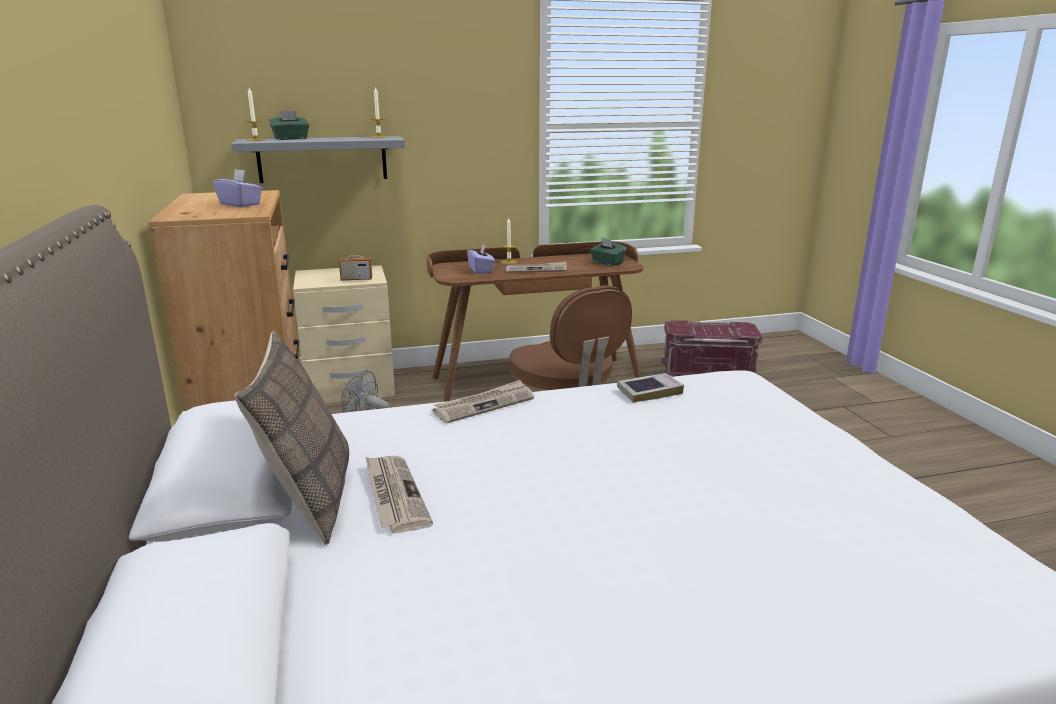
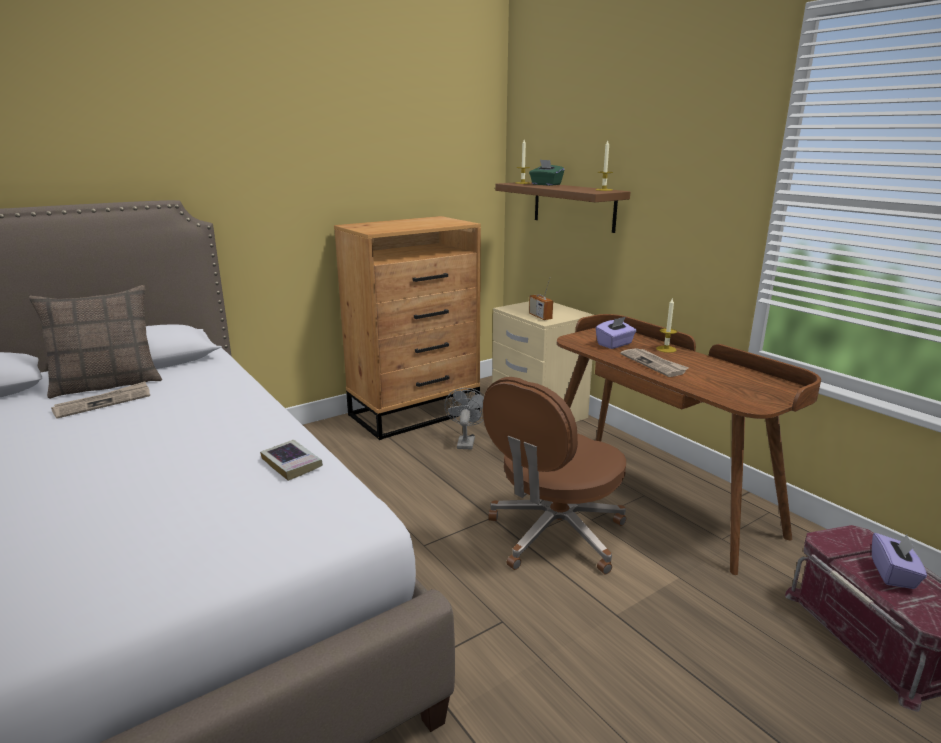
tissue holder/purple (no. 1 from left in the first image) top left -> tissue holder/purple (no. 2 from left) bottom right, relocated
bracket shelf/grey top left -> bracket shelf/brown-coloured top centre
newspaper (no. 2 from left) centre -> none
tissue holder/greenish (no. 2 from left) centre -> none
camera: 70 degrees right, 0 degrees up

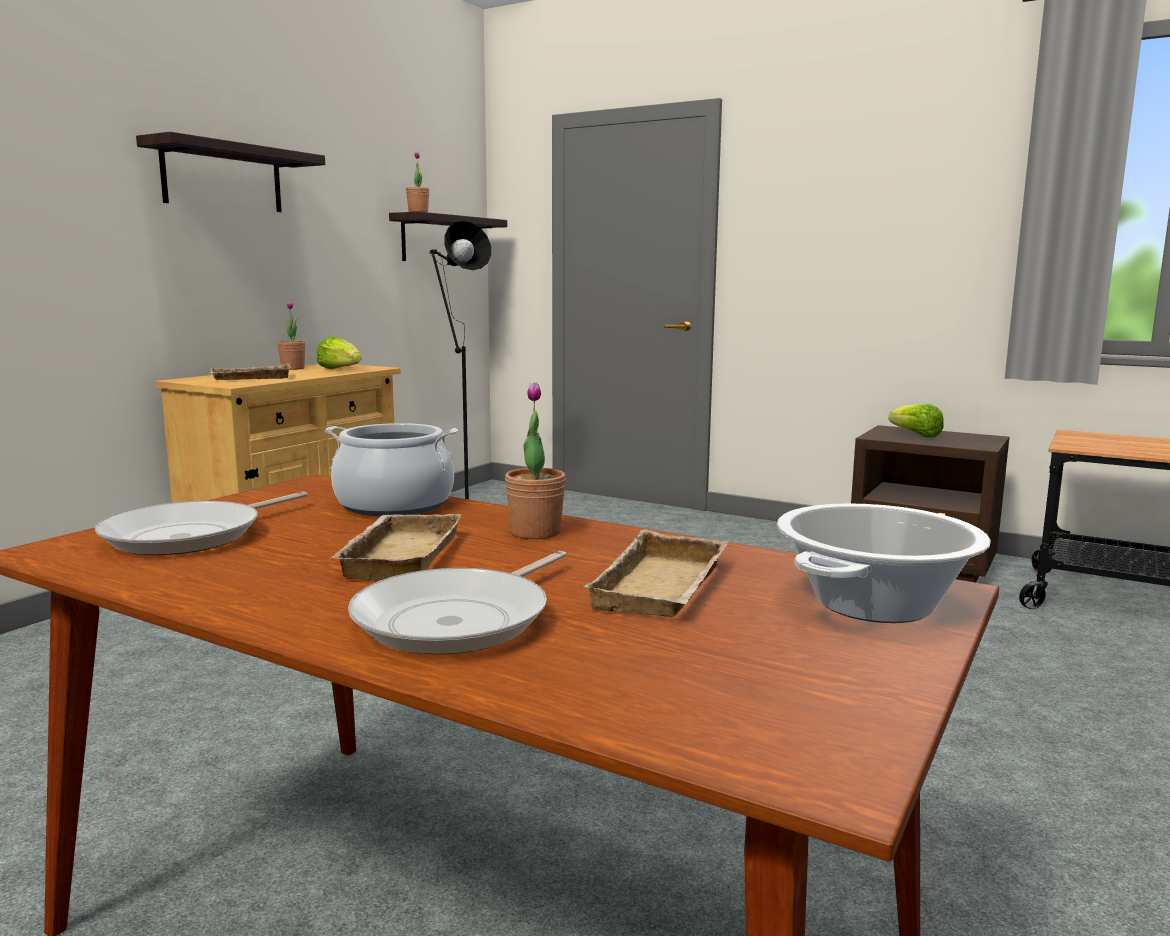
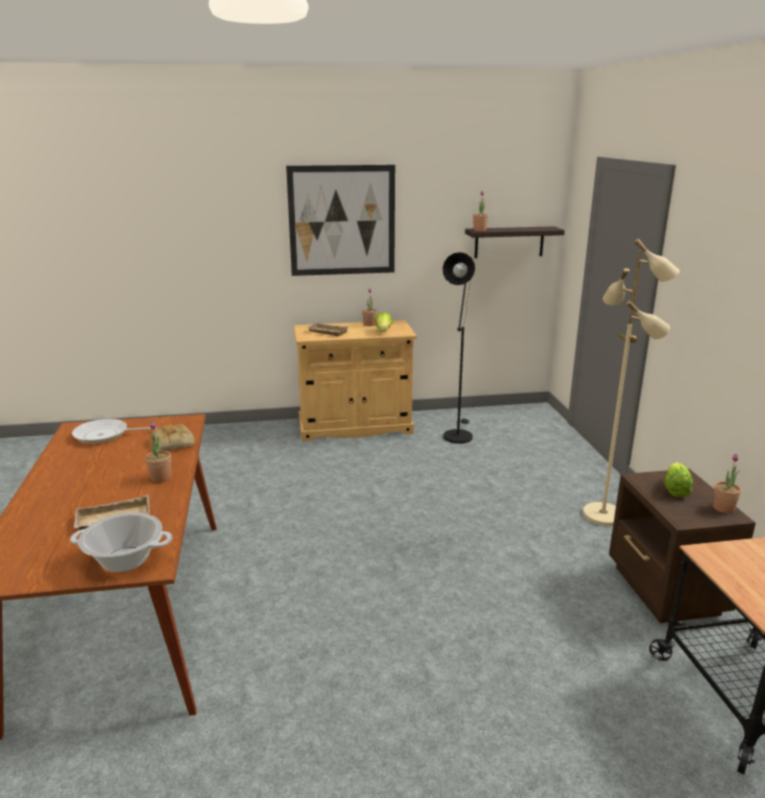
bracket shelf (no. 1 from left) top left -> wall picture top centre
cooking pot (no. 1 from left) centre -> baked bread middle left
serving tray/sand-coloured (no. 2 from left) centre -> none
skillet (no. 2 from left) centre -> none
none -> standing lamp/sand-coloured middle right
none -> potted plant (no. 4 from left) middle right
camera: 50 degrees right, 10 degrees up

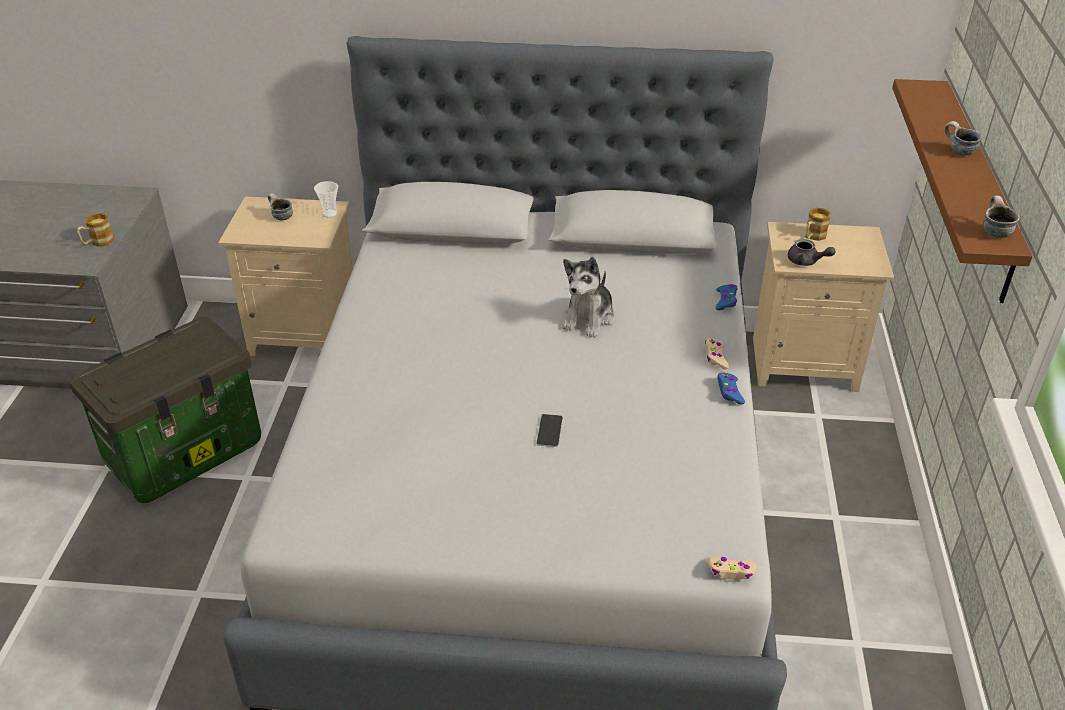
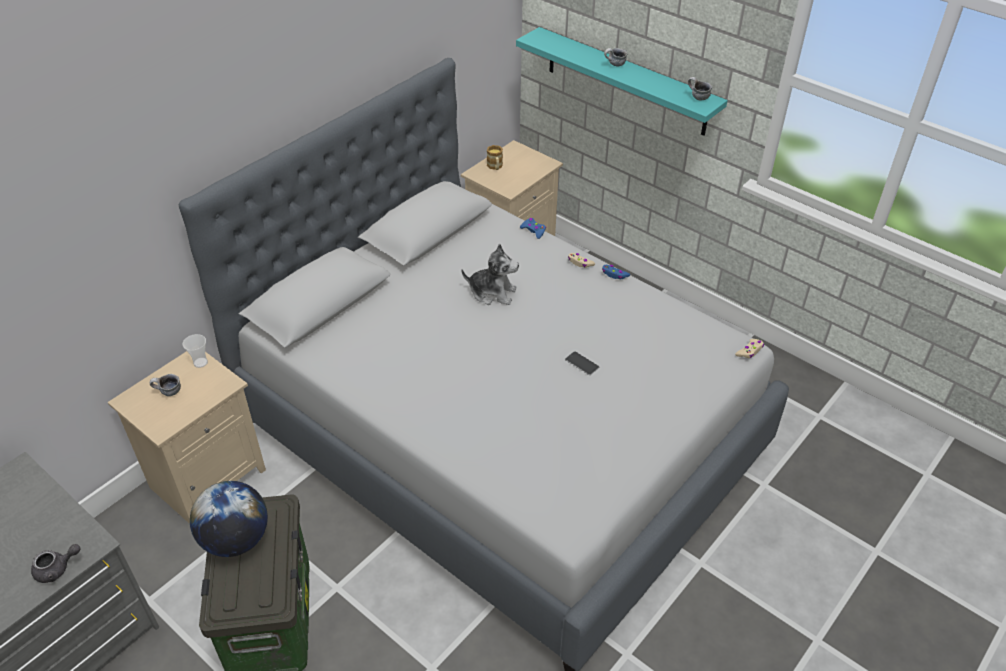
tea mug (no. 1 from left) top left -> none
plush toy centre, 45 degrees counterclockwise
pot for tea/grey middle right -> pot for tea/grey bottom left, relocated
bracket shelf/brown-coloured top right -> bracket shelf/blue-green top centre
none -> desk globe bottom left
camera: 55 degrees left, 5 degrees up

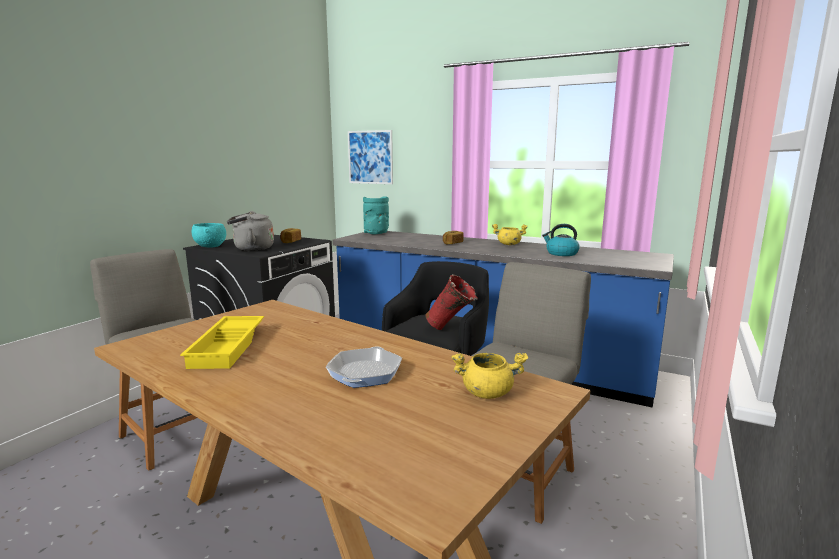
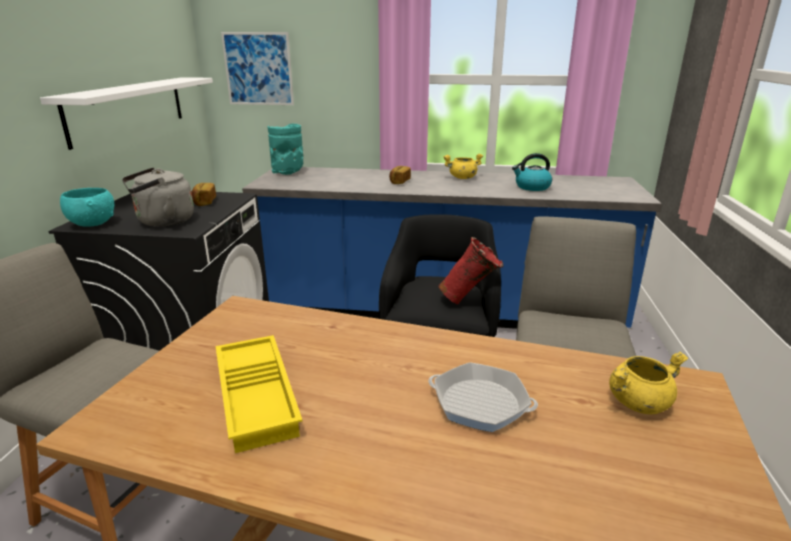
skillet centre -> skillet bottom centre, 60 degrees counterclockwise
none -> bracket shelf/white top left
camera: 20 degrees left, 10 degrees up

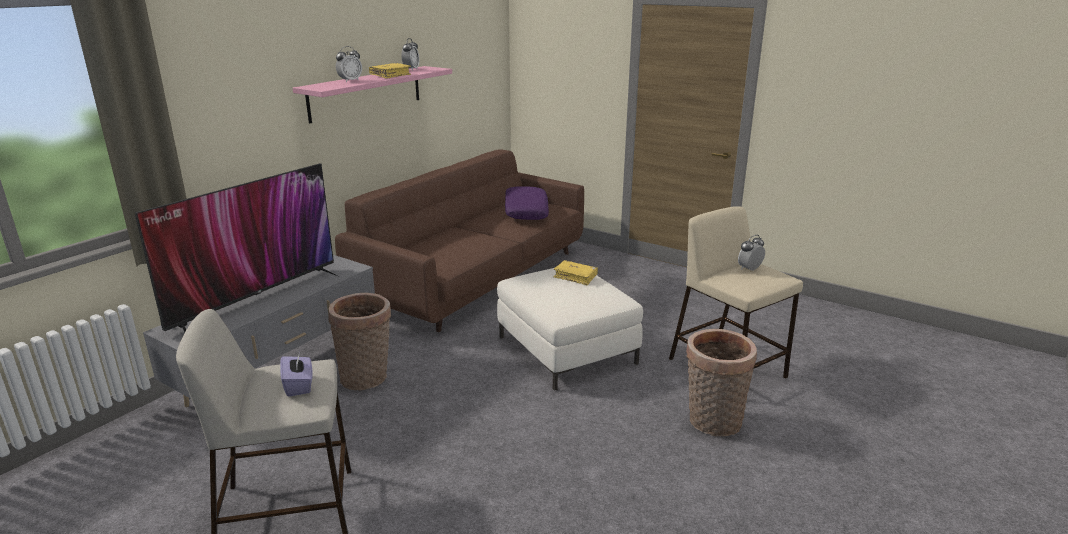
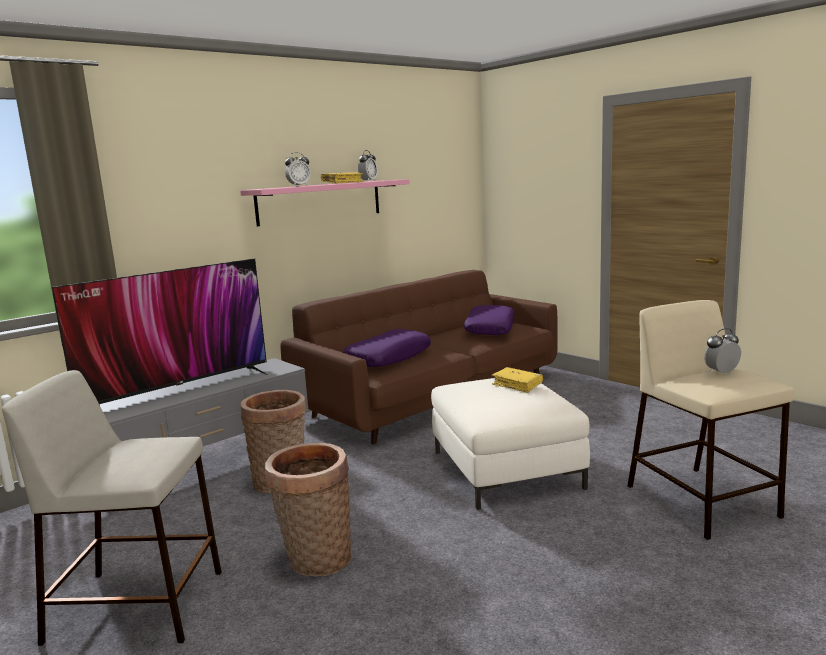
tissue holder/purple bottom left -> none
household basket (no. 2 from left) bottom right -> household basket (no. 2 from left) bottom centre, relocated
none -> pillow/purple (no. 1 from left) centre
camera: 15 degrees right, 10 degrees down

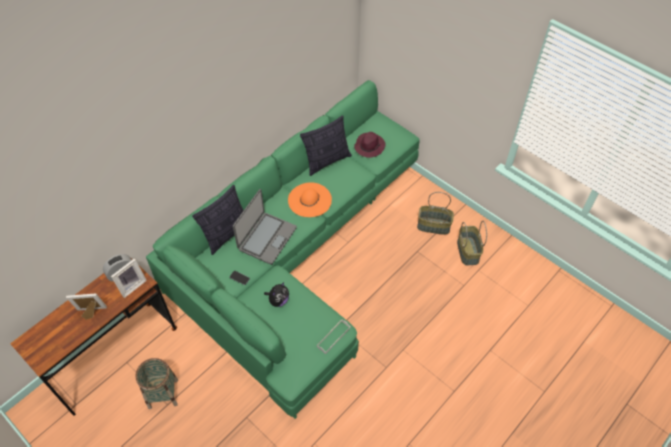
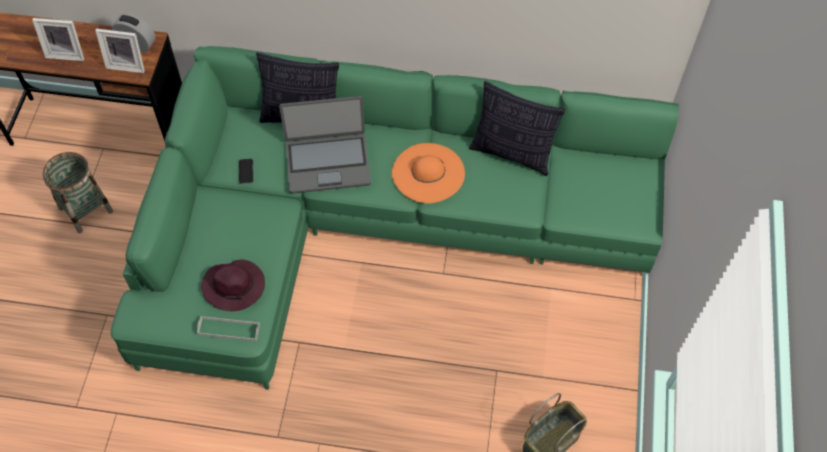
standing frame (no. 1 from left) bottom left -> standing frame (no. 1 from left) top left, 135 degrees clockwise
plush toy centre -> none
hat/purple top centre -> hat/purple middle left, relocated
household basket (no. 2 from left) centre -> none
camera: 55 degrees right, 5 degrees up

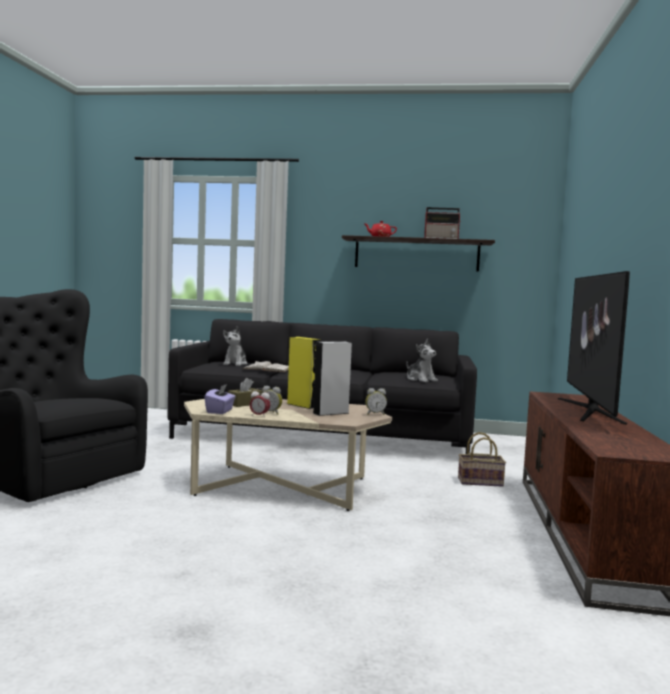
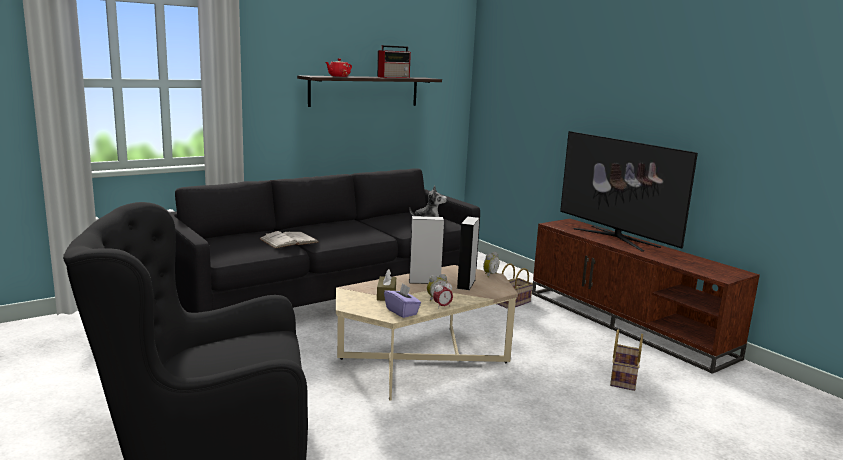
plush toy (no. 1 from left) centre -> none
speaker/yellow centre -> speaker/grey (no. 1 from left) centre
none -> household basket (no. 2 from left) bottom right
camera: 45 degrees left, 10 degrees up

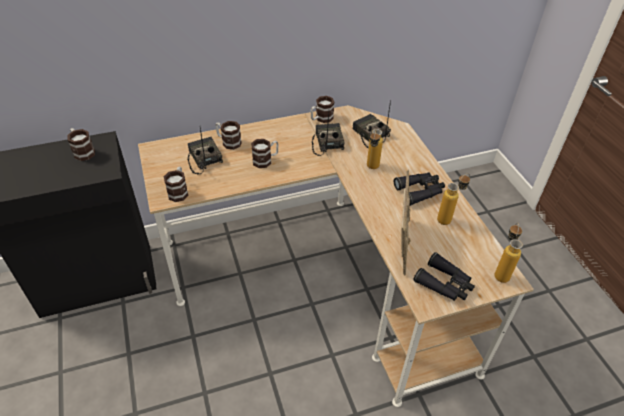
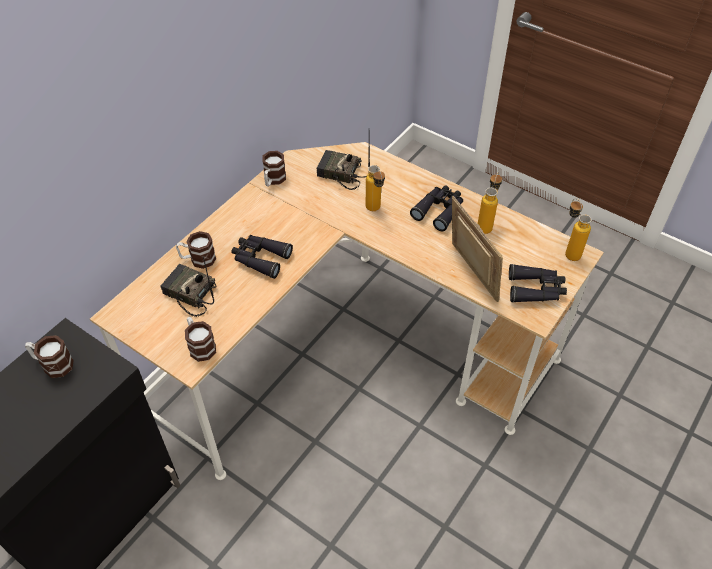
tea mug (no. 4 from left) centre -> pair of binoculars/black (no. 1 from left) centre
radio set (no. 2 from left) top centre -> none
camera: 35 degrees left, 5 degrees up

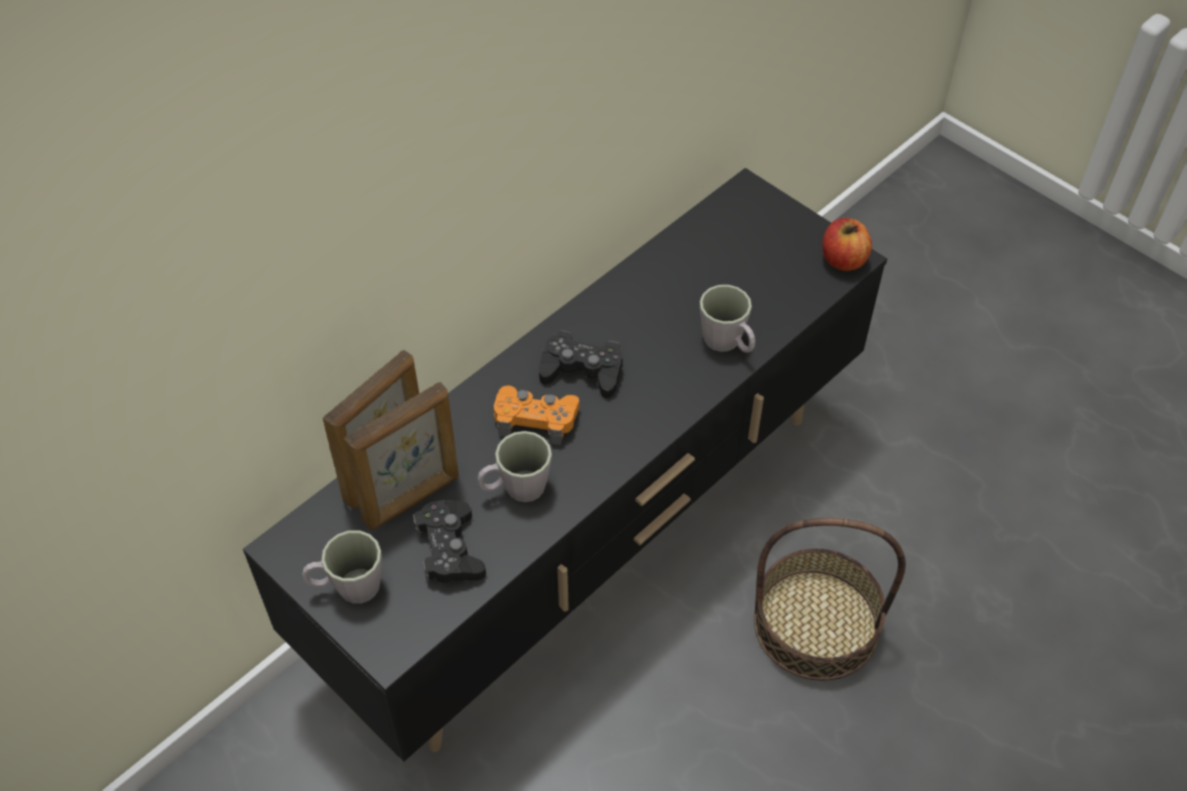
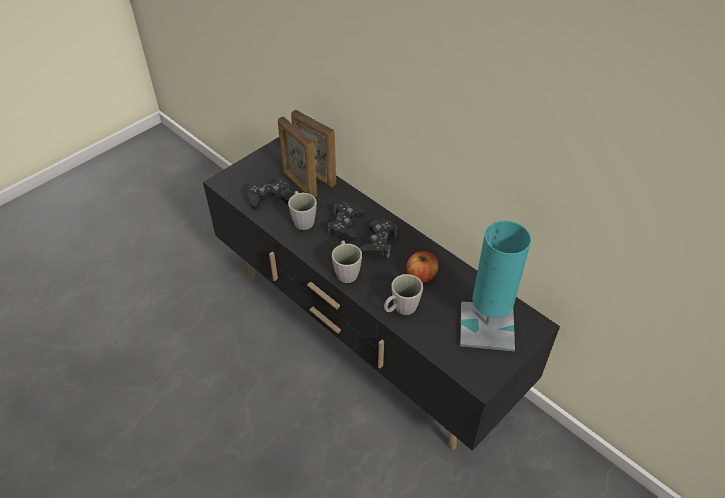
tea mug/grey (no. 1 from left in the first image) bottom left -> tea mug/grey (no. 2 from left) centre, relocated
gamepad/orange centre -> gamepad/black (no. 2 from left) centre
household basket bottom right -> none
whole apple top right -> whole apple centre, relocated
none -> table lamp/blue-green middle right
camera: 90 degrees right, 5 degrees down

